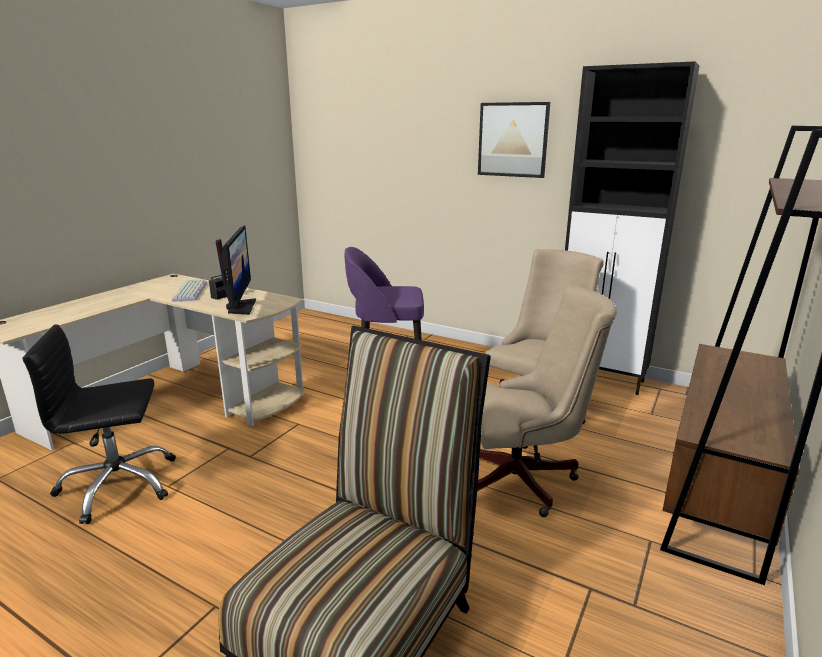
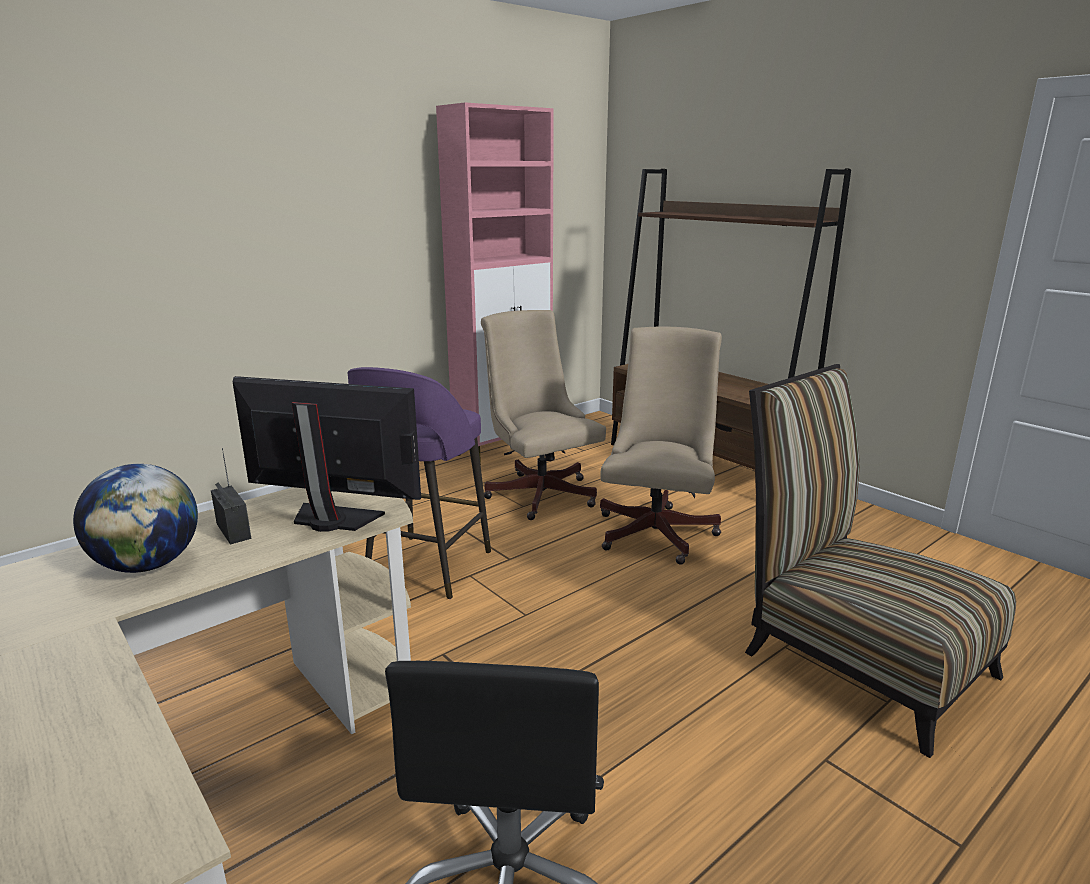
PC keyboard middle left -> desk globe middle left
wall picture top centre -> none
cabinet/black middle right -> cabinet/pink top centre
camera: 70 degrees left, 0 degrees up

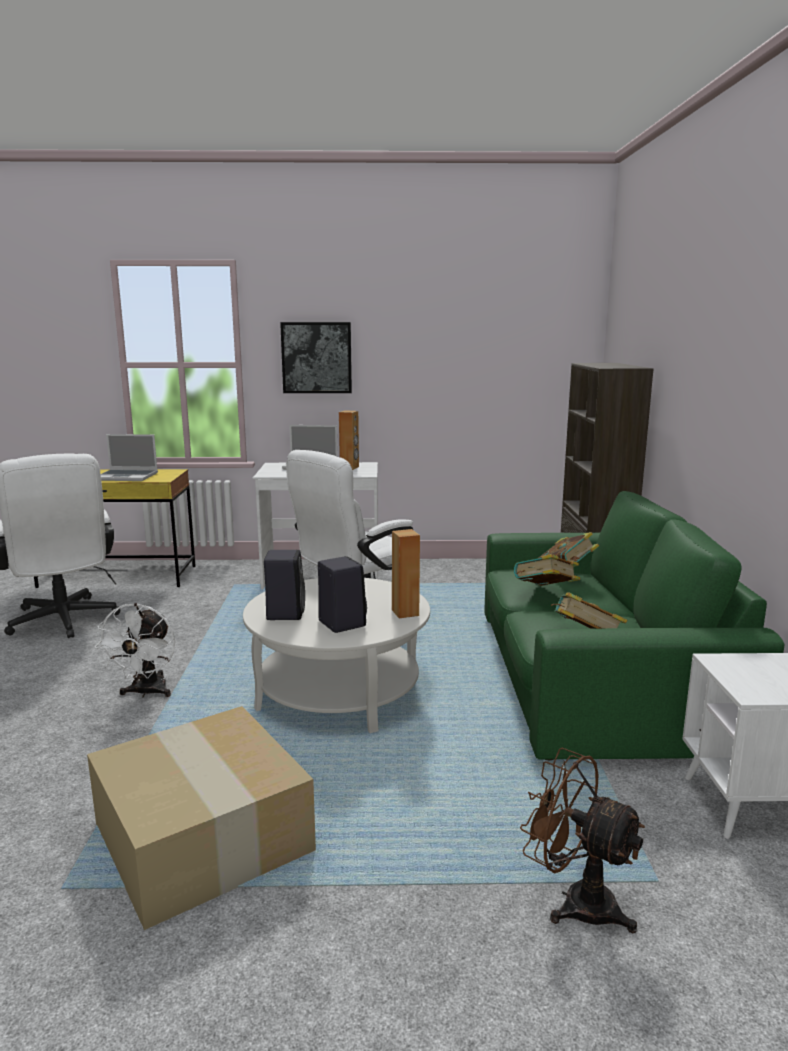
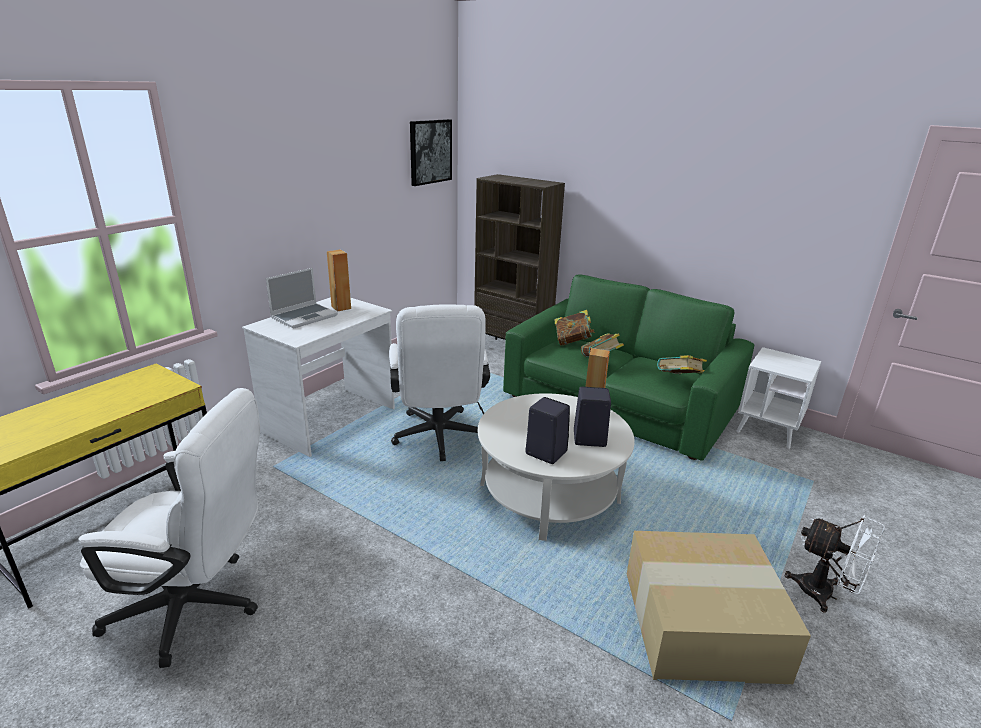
electric fan/white middle left -> electric fan/white bottom right, relocated
notebook computer (no. 1 from left) middle left -> none
wall picture centre -> wall picture top centre, relocated
electric fan/brown-coloured bottom right -> none
camera: 55 degrees left, 10 degrees up

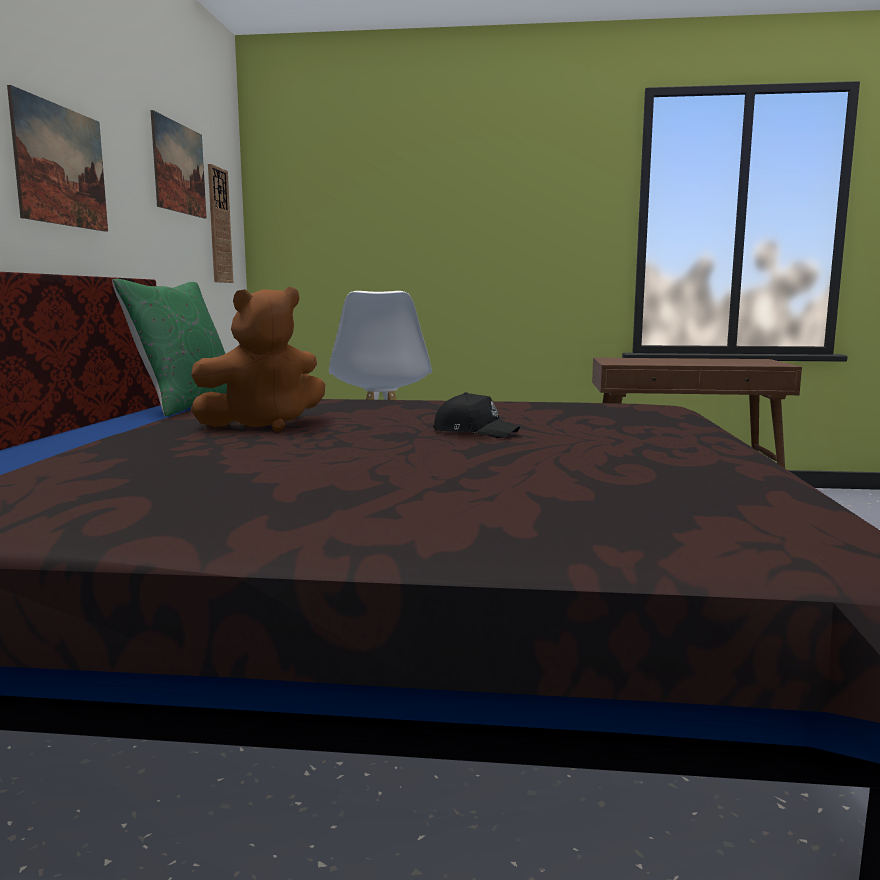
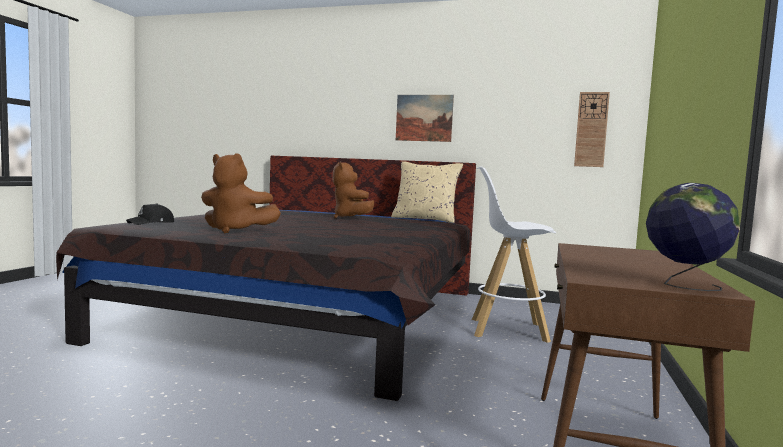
pillow/greenish middle left -> pillow/sand-coloured centre
wall picture (no. 2 from left) top left -> none
baseball cap/black centre -> baseball cap/black middle left, relocated
none -> plush toy/brown-coloured (no. 1 from left) middle left
none -> desk globe middle right
camera: 100 degrees right, 5 degrees down

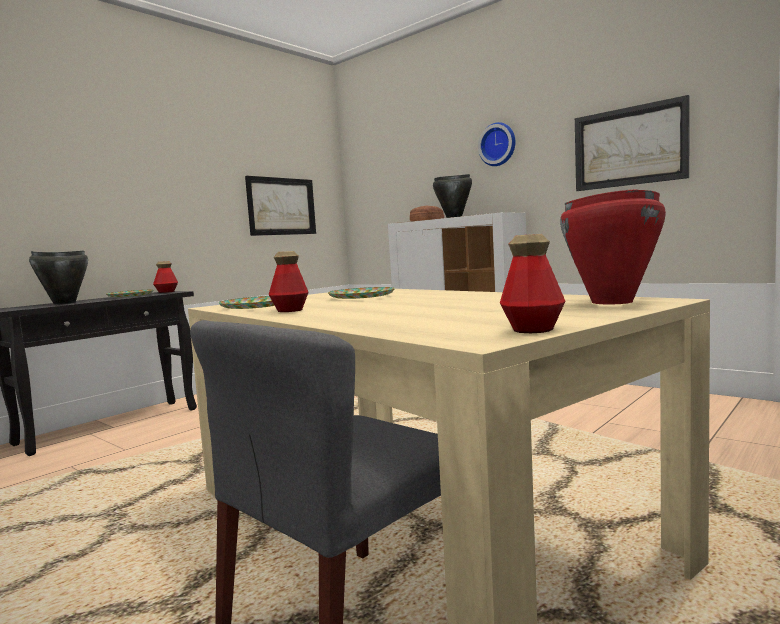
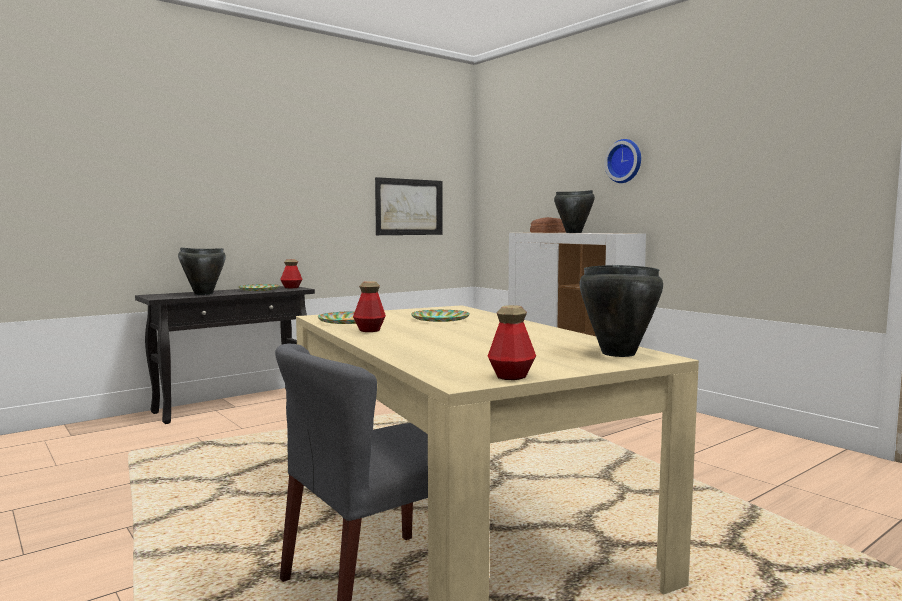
cooking pot/red middle right -> cooking pot/black (no. 3 from left) middle right
wall picture (no. 2 from left) top right -> none
camera: 10 degrees right, 0 degrees up

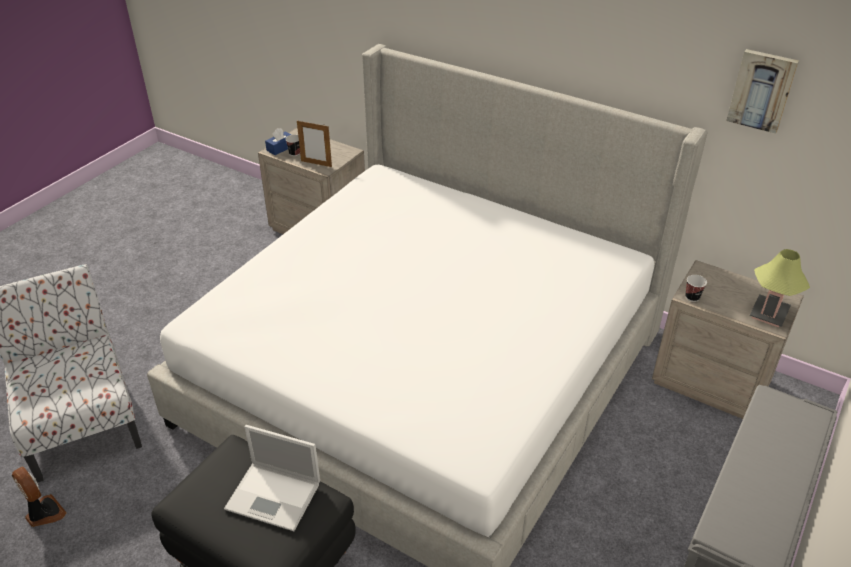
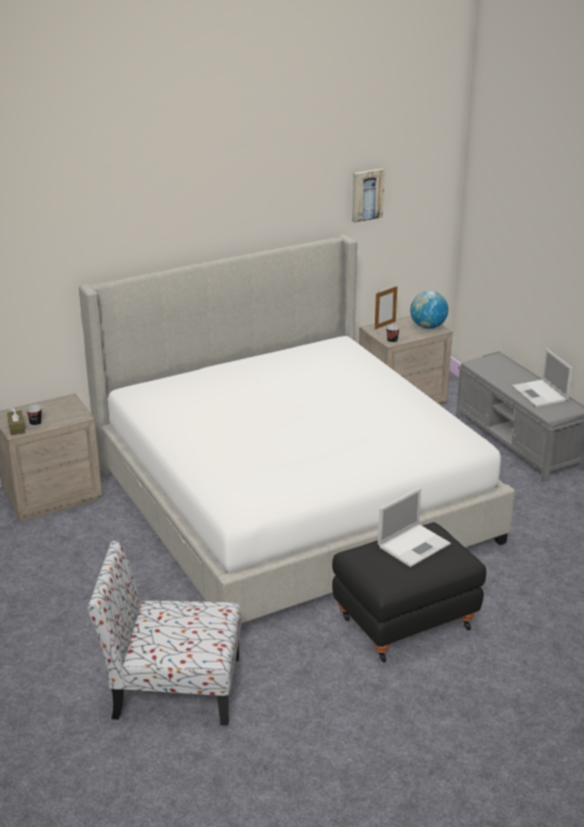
electric fan bottom left -> none
tissue holder/blue-coloured top left -> tissue holder/brown-coloured middle left
standing frame top centre -> standing frame centre, relocated
table lamp middle right -> desk globe middle right
none -> notebook computer (no. 2 from left) middle right
camera: 60 degrees left, 10 degrees down

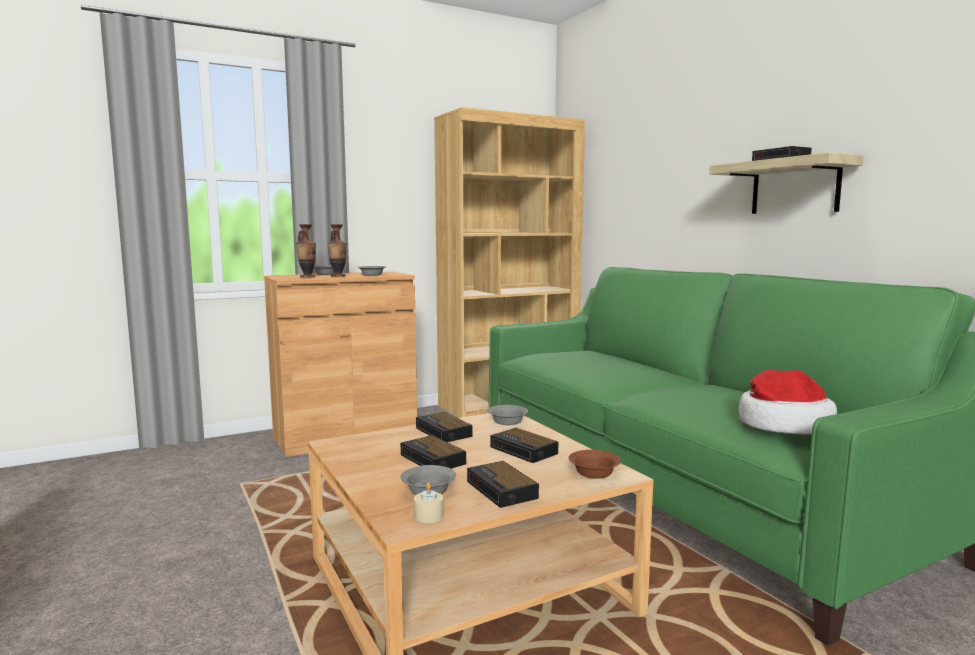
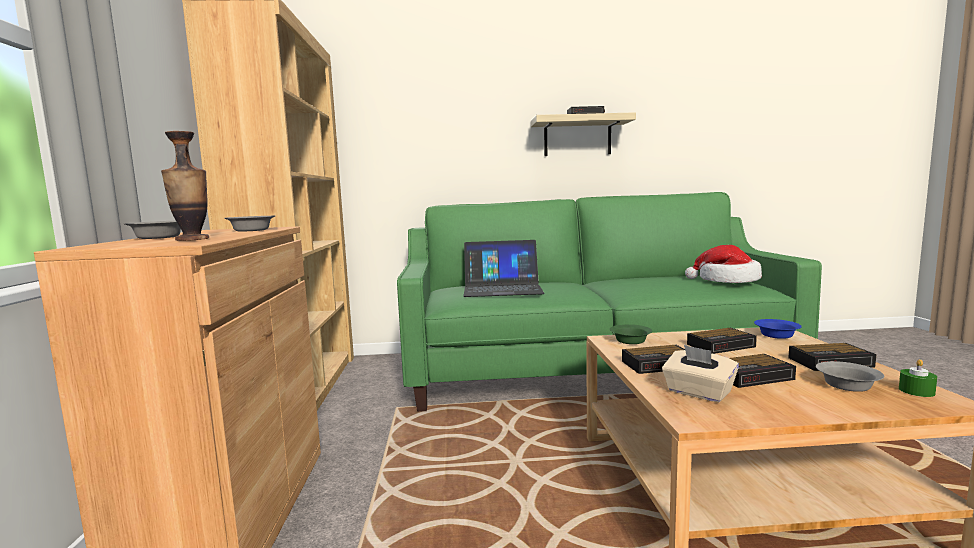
decorative vase (no. 2 from left) centre -> none
candle/sand-coloured bottom centre -> candle/greenish bottom right
bowl/grey (no. 4 from left) centre -> bowl/greenish centre
bowl/brown-coloured bottom centre -> bowl/blue-coloured middle right
none -> notebook computer centre
none -> tissue holder/sand-coloured bottom right
camera: 65 degrees left, 0 degrees up

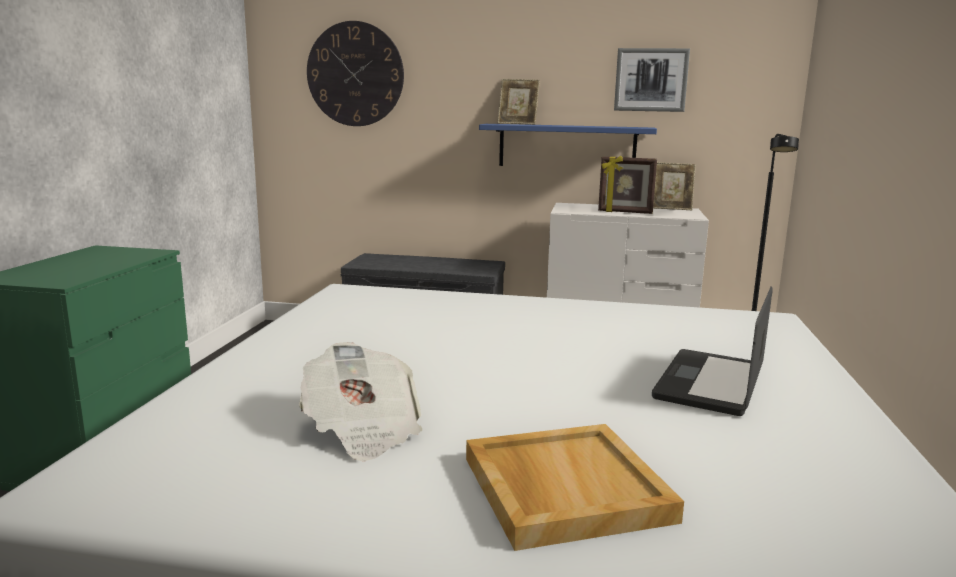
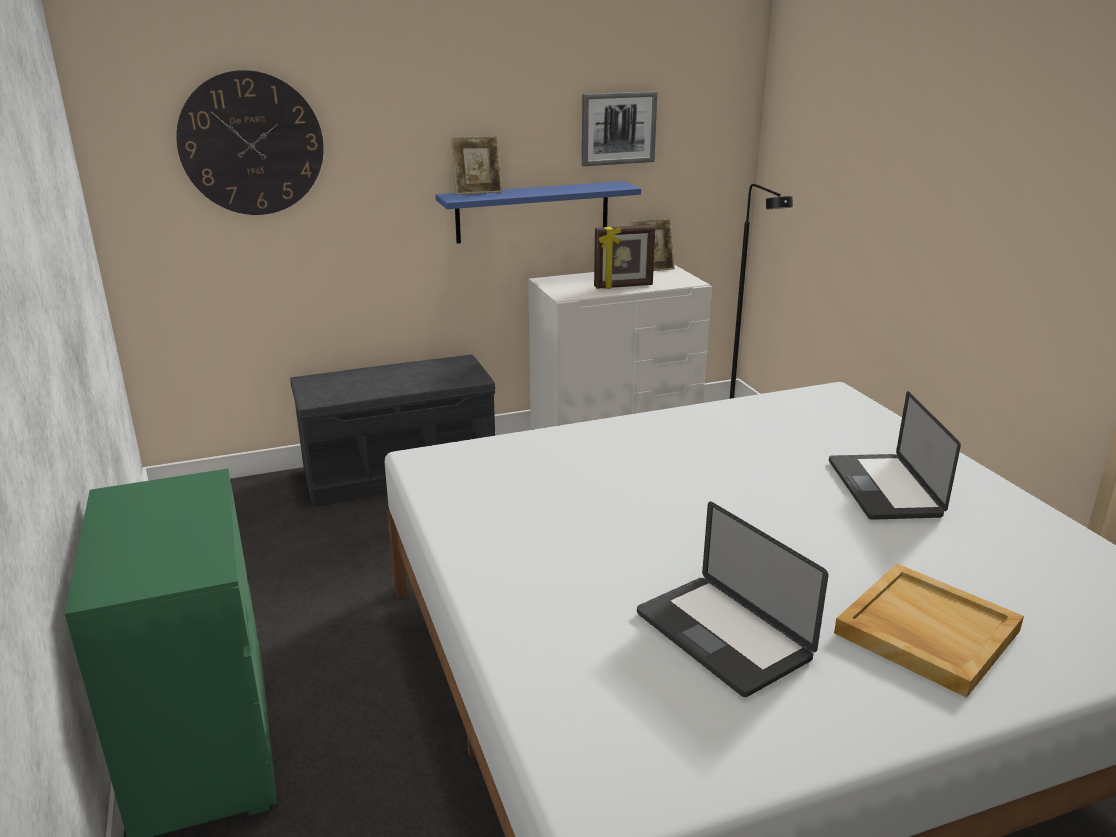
newspaper bottom centre -> notebook computer (no. 1 from left) bottom centre
camera: 30 degrees left, 10 degrees up

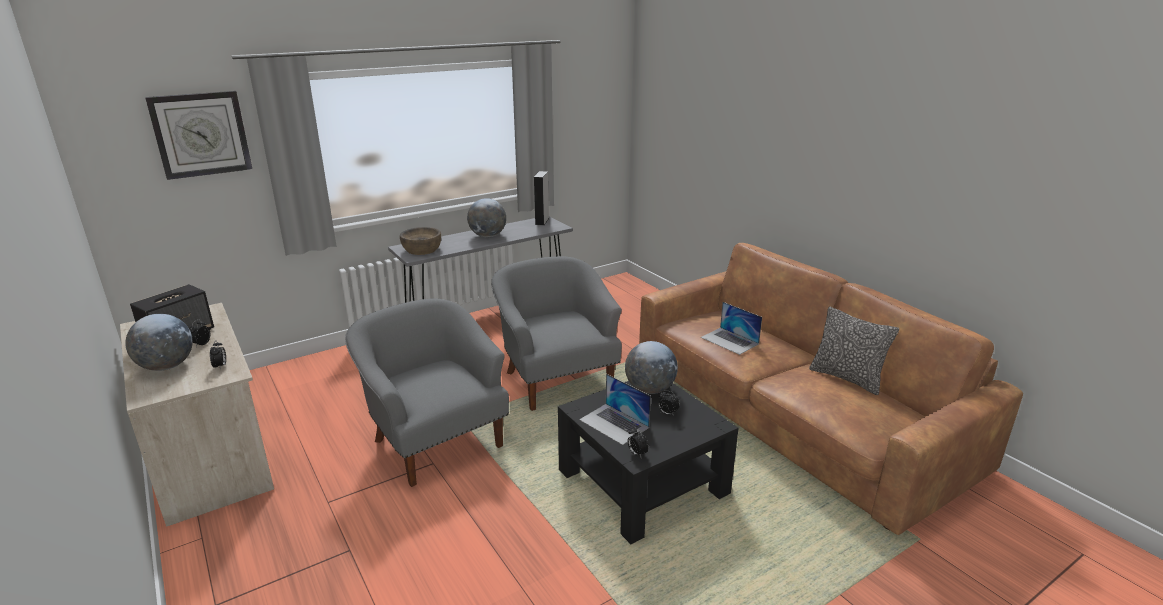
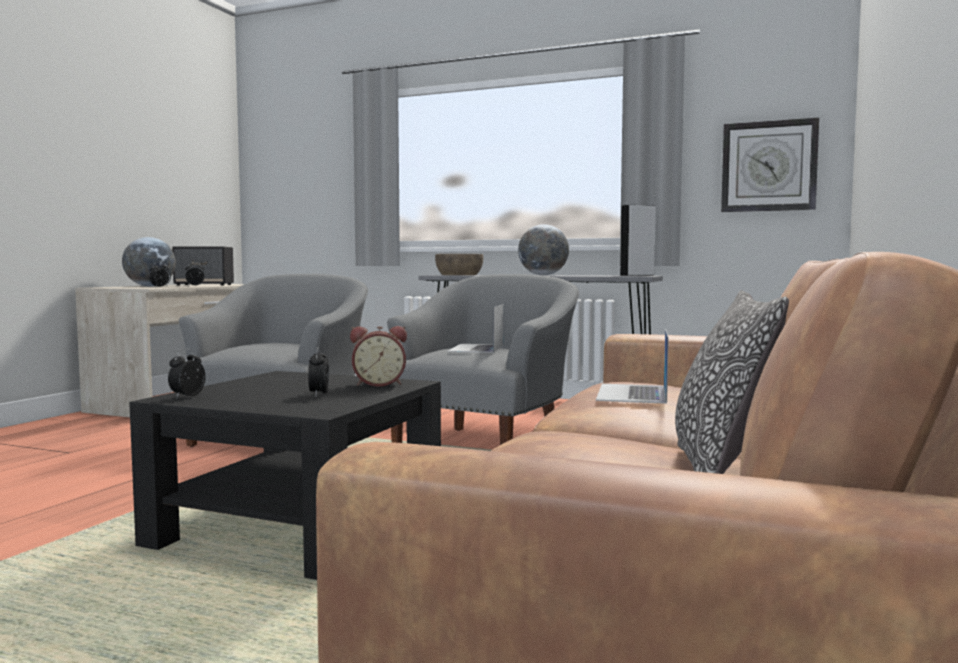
clock on the wall top left -> clock on the wall top right, relocated
notebook computer (no. 1 from left) bottom centre -> notebook computer (no. 1 from left) centre, relocated
desk globe (no. 3 from left) centre -> table clock (no. 5 from left) centre
camera: 55 degrees right, 20 degrees down

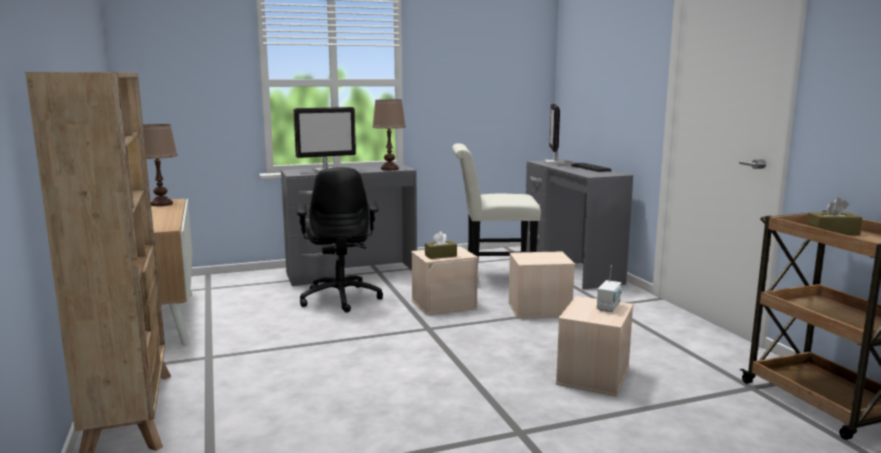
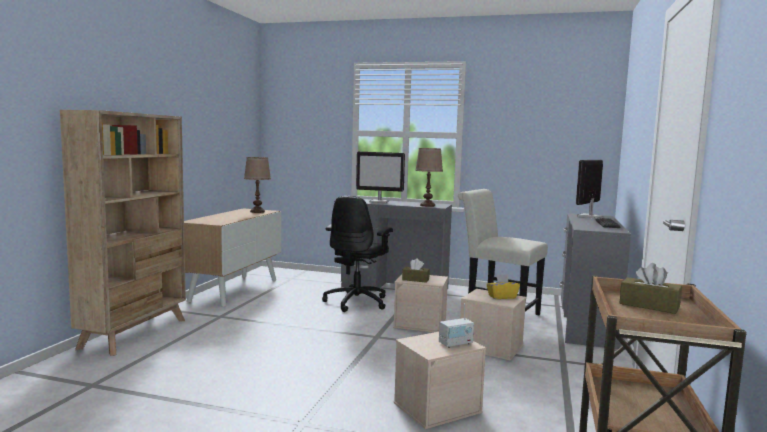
none -> tissue holder/yellow centre
camera: 35 degrees right, 5 degrees down

